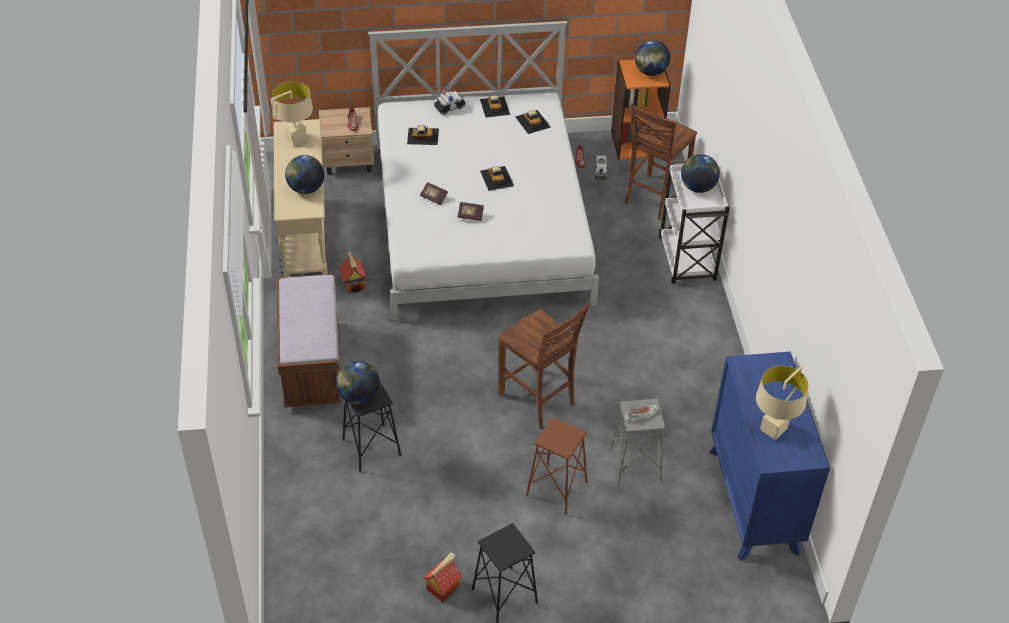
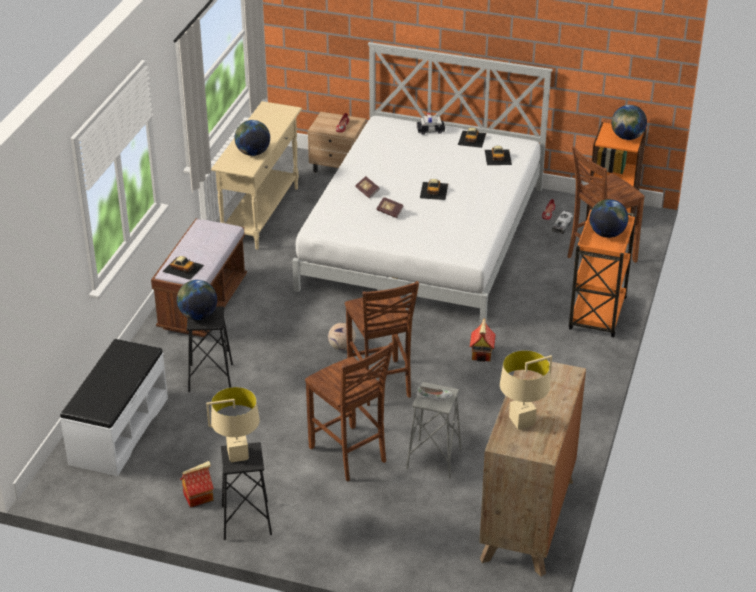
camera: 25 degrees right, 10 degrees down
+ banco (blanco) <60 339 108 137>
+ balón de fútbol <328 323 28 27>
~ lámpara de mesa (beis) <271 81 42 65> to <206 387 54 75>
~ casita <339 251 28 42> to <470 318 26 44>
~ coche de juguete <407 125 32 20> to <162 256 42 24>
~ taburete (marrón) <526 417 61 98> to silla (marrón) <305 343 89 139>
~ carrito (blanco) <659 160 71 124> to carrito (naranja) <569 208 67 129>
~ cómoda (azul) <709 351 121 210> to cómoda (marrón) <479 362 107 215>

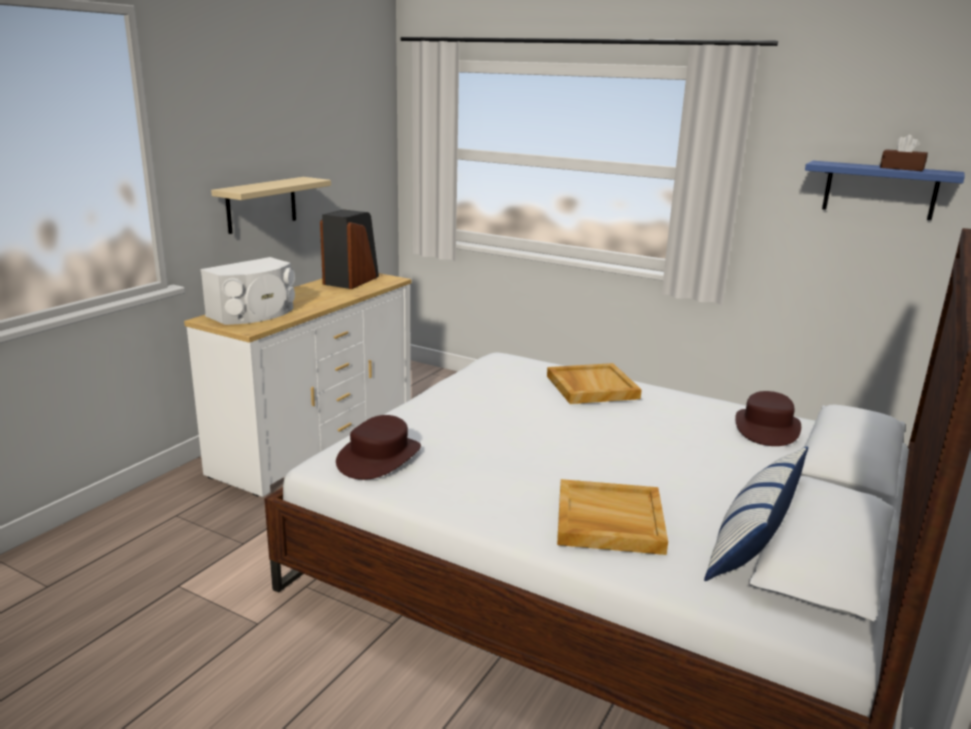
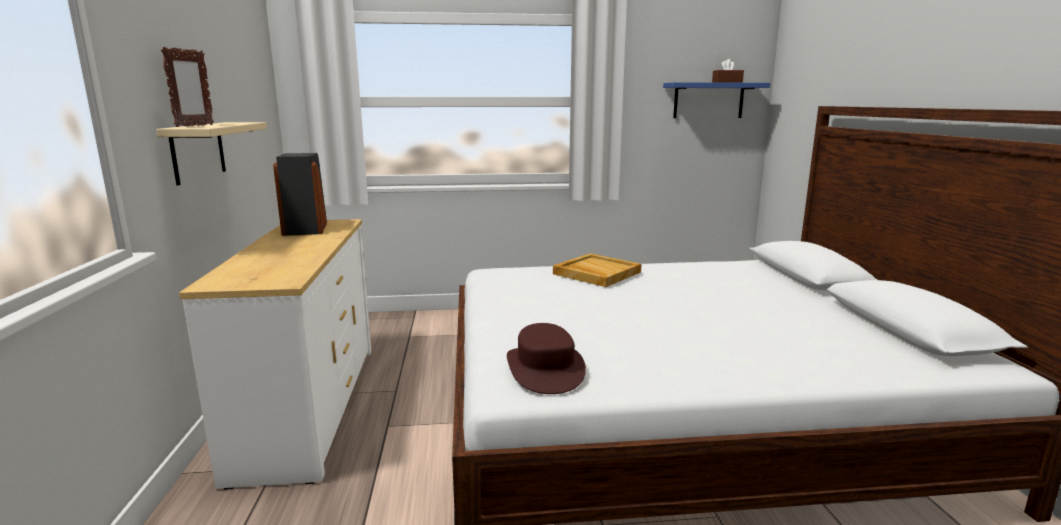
camera: 35 degrees left, 5 degrees down
- altavoz (blanco) <201 257 94 68>
- bandeja (beis) <557 479 111 76>
- cojín <704 446 104 135>
- sombrero (marrón) <735 391 66 55>
+ portarretratos <161 47 53 80>

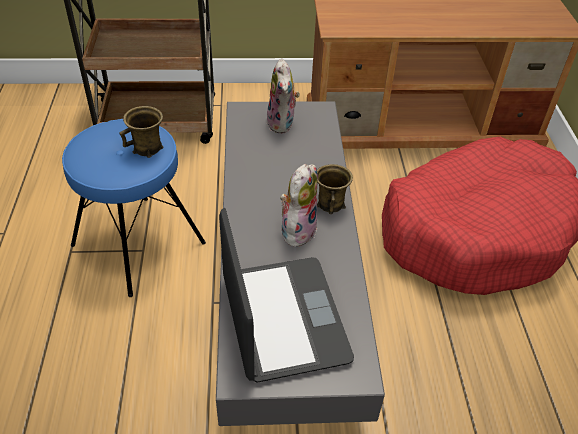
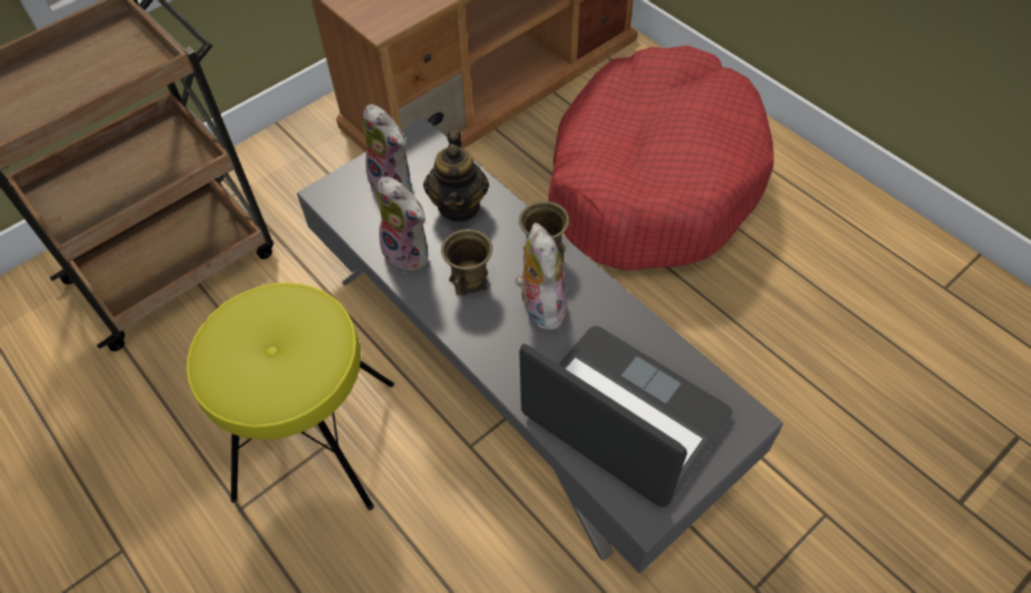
camera: 35 degrees left, 10 degrees up
+ peluche <377 177 52 97>
+ tetera <423 130 66 92>
~ taza grande (marrón) <120 106 43 52> to <441 229 52 67>
~ taburete (azul) <62 119 144 178> to taburete (amarillo) <186 283 208 227>

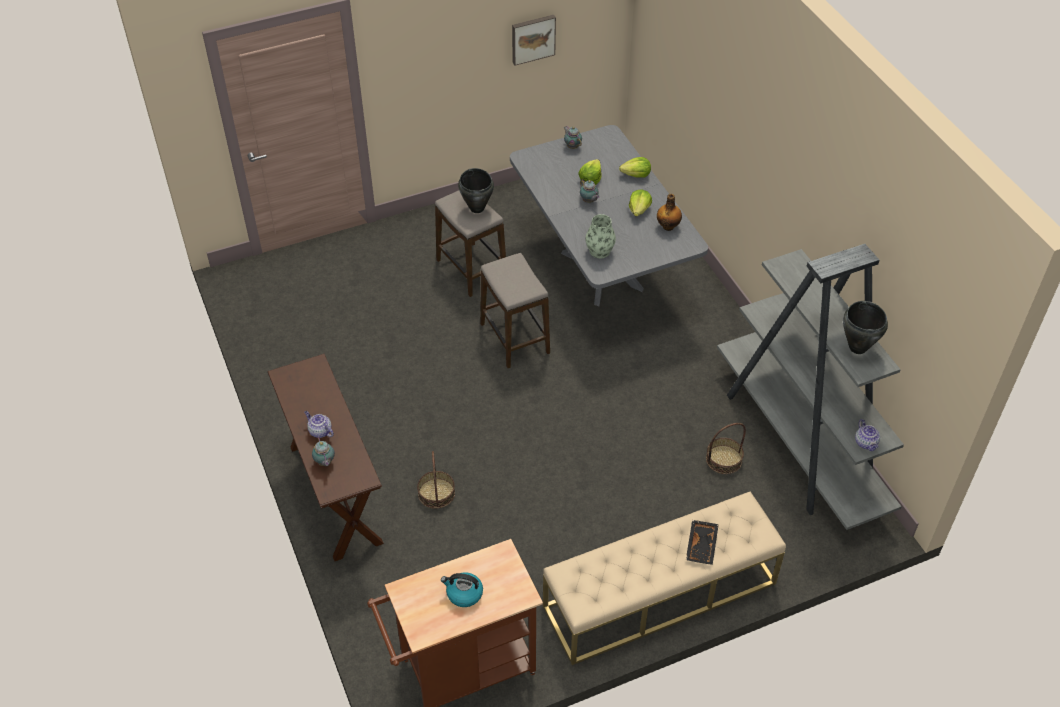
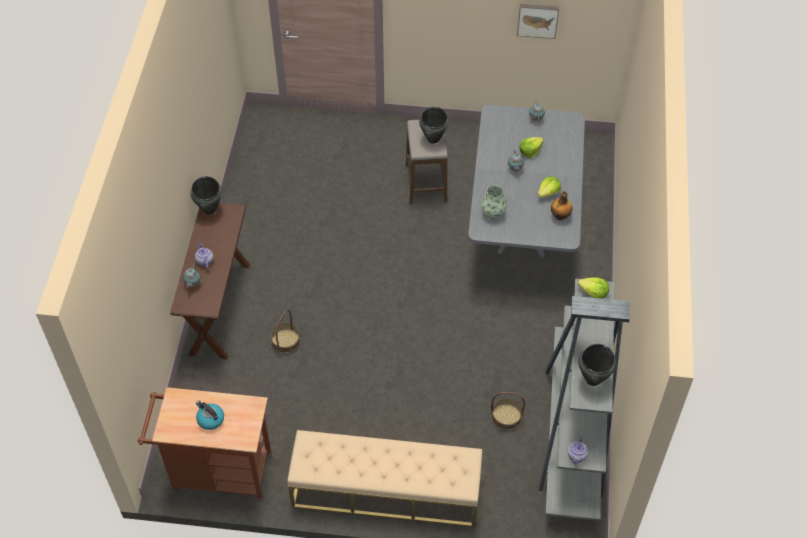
camera: 30 degrees right, 5 degrees up
- taburete <480 253 70 115>
- bandeja (negro) <686 520 33 45>
+ olla (negro) <190 176 32 38>
~ lechuga <619 157 32 21> to <578 277 31 22>

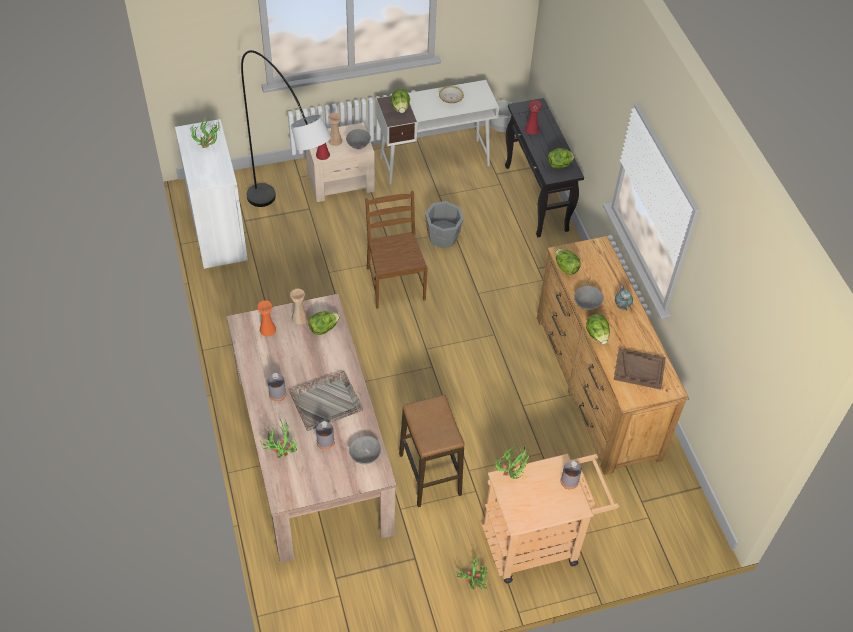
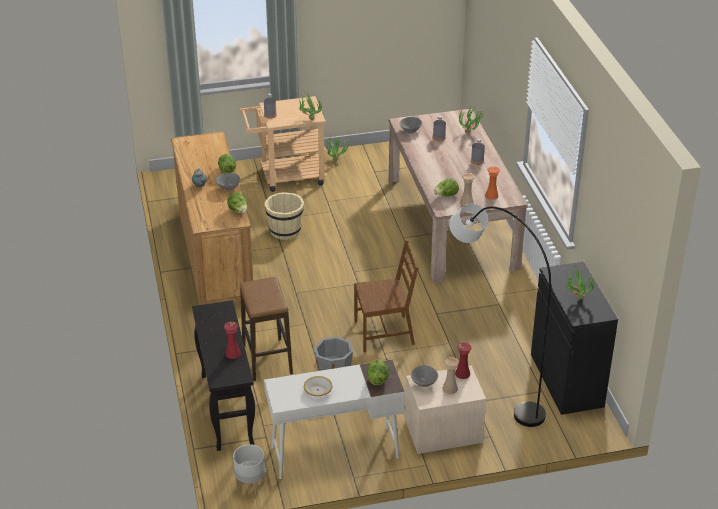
camera: 175 degrees left, 15 degrees down
- bandeja (gris) <290 371 73 60>
- lechuga <548 148 26 20>
- bandeja (marrón) <614 348 52 42>
+ cubo (beis) <264 192 40 48>
~ taburete <399 395 66 112> to <240 277 53 104>
~ armario (blanco) <175 119 73 150> to armario (negro) <531 262 87 153>
~ silla (marrón) <365 191 63 118> = <354 240 65 112> 90 degrees counterclockwise

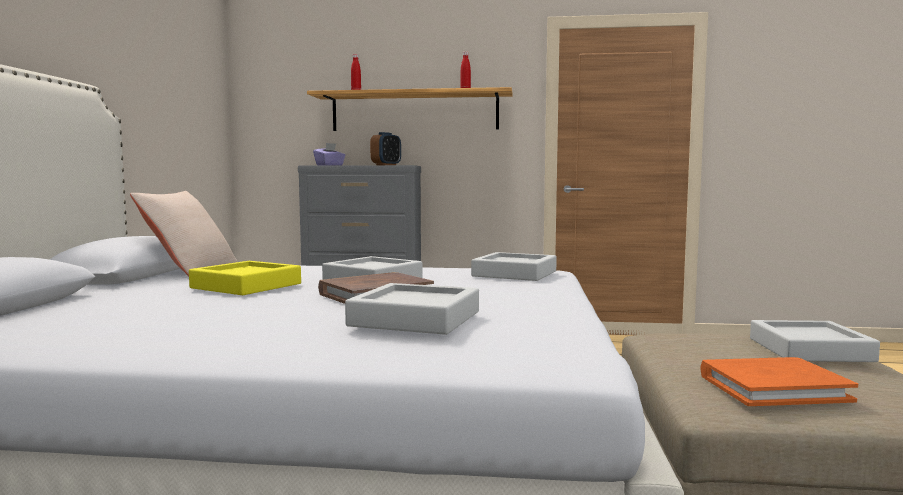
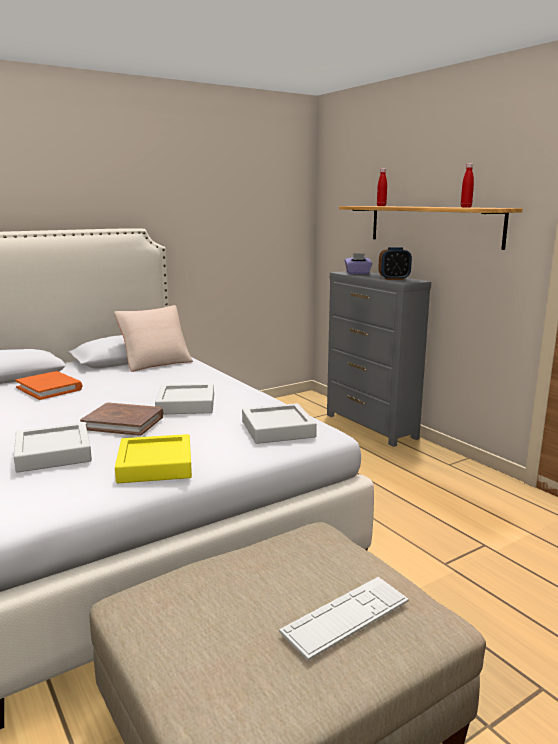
camera: 50 degrees right, 10 degrees up
~ bandeja (amarillo) <189 261 112 34> to <115 434 77 49>
~ libro (naranja) <700 357 158 49> to <15 371 68 29>
~ bandeja (gris) <750 320 130 42> to teclado <279 577 130 84>

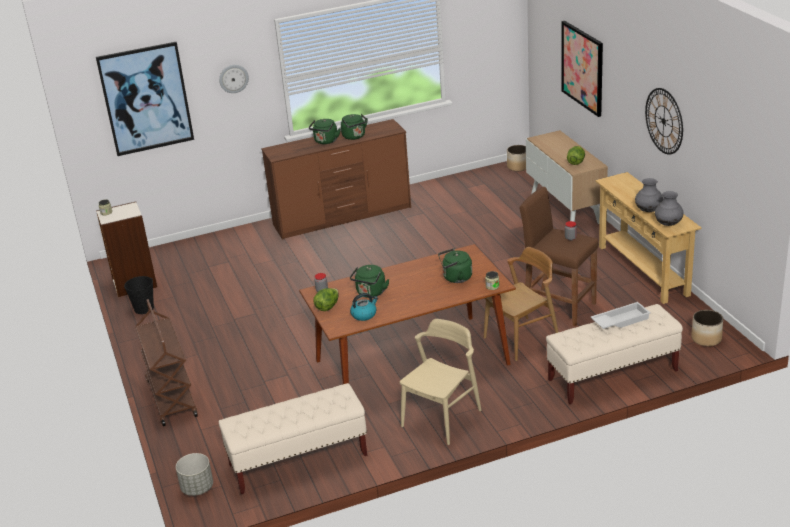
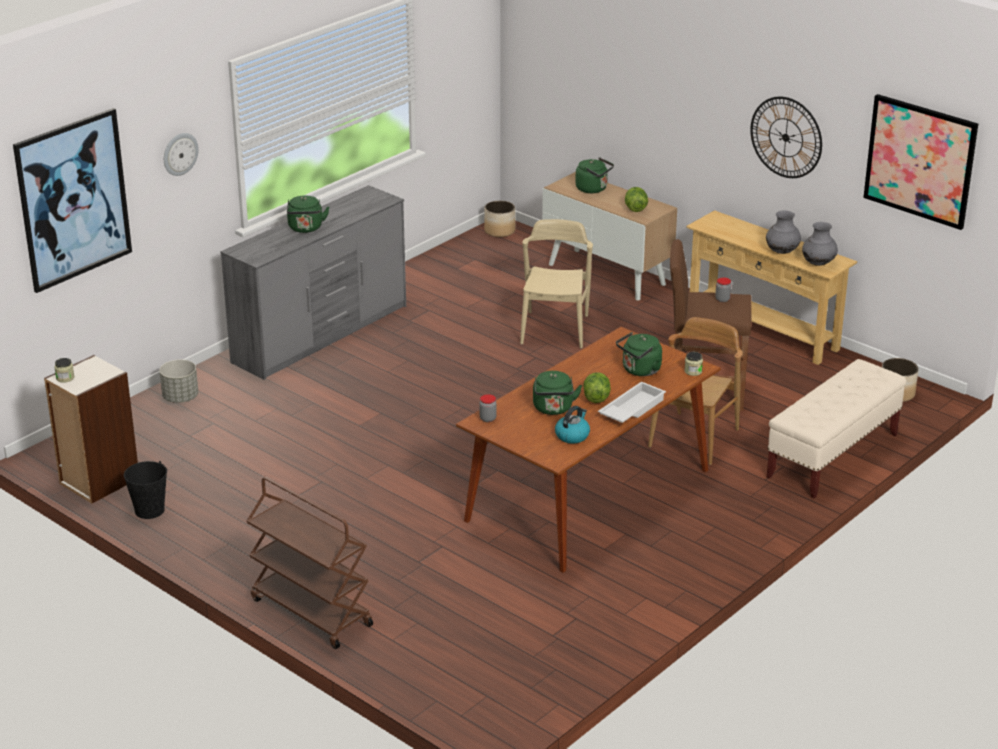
camera: 30 degrees left, 0 degrees up
- banco (beis) <219 383 148 111>
~ maceta (gris) <176 453 37 43> to <159 360 39 43>
~ lechuga <314 288 25 23> to <583 372 28 31>
~ hervidor (verde) <341 114 27 26> to <575 157 39 36>
~ silla (beis) <400 319 82 126> to <520 219 73 129>
~ cuadro <561 21 42 96> to <863 94 115 136>
~ bandeja (blanco) <591 302 60 27> to <598 381 68 42>
~ cómoda (marrón) <261 119 150 121> to cómoda (gris) <220 185 186 195>

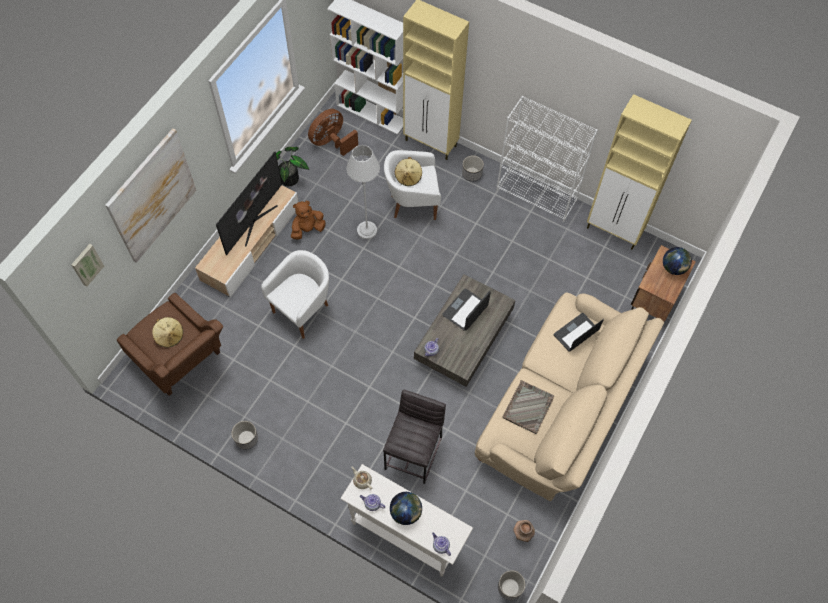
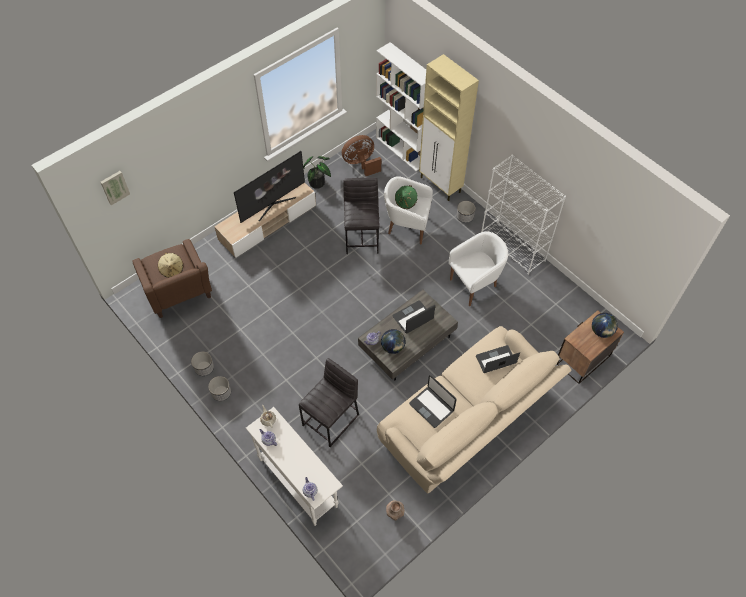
camera: 20 degrees right, 5 degrees down
- cuadro <105 128 92 135>
- peluche (marrón) <291 201 35 39>
- armario (beis) <587 94 105 156>
~ sillón (blanco) <261 250 68 89> to <449 231 59 75>
~ globo terráqueo <390 492 32 33> to <381 329 25 25>
~ maceta <498 570 27 30> to <208 376 23 25>
~ lámpara de pie (gris) <346 145 34 94> to taburete (gris) <344 178 36 76>
~ bandeja (gris) <503 380 51 54> to portátil <409 375 48 53>
~ sombrero (beis) <395 157 27 29> to sombrero (verde) <395 185 23 24>

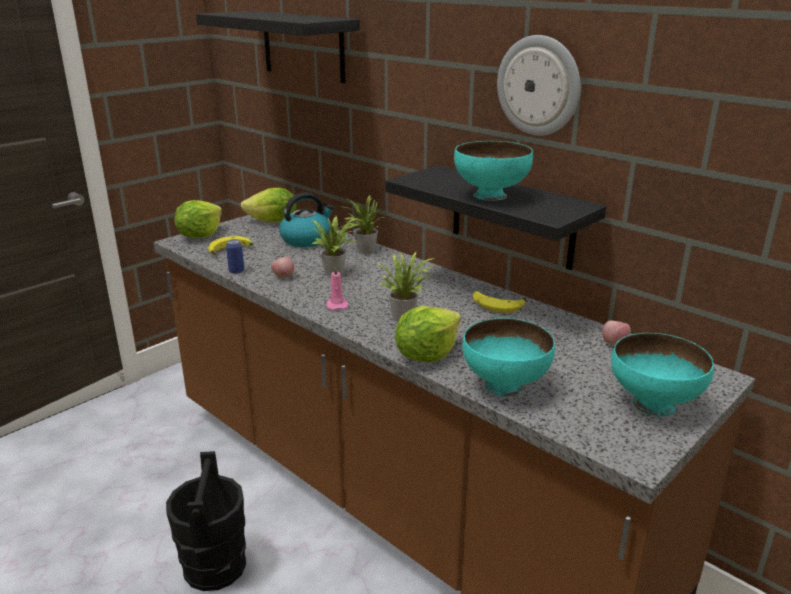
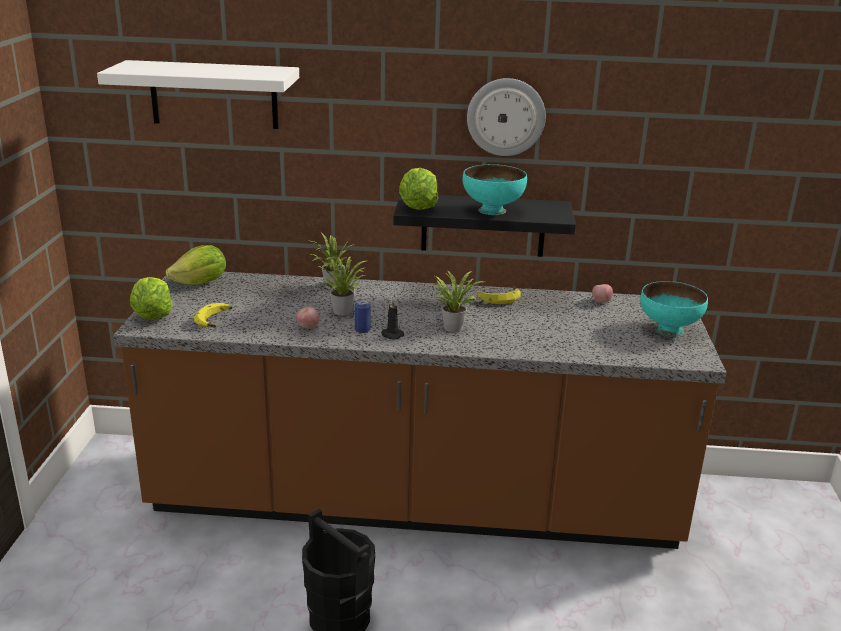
camera: 40 degrees left, 0 degrees up
- hervidor <279 193 55 54>
- cuenco (turquesa) <462 318 93 79>
~ lata <226 239 18 35> to <355 299 15 34>
~ lechuga <395 306 66 56> to <399 168 39 42>
~ estante (negro) <196 11 164 72> to estante (blanco) <97 60 202 69>
~ vela (rosa) <326 265 23 45> to vela (negro) <381 299 23 41>

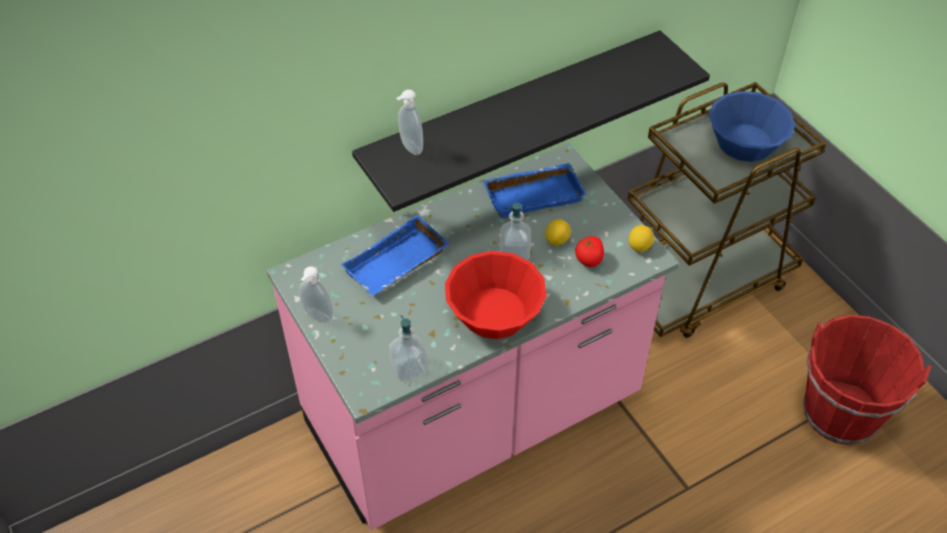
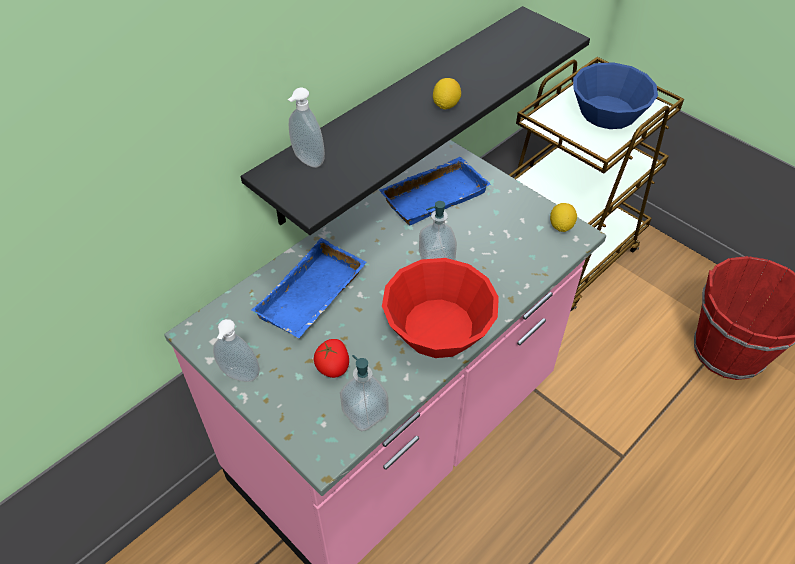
camera: 15 degrees left, 0 degrees up
~ limón <545 219 26 27> to <433 78 28 32>
~ tomate <575 236 29 31> to <314 339 35 39>

